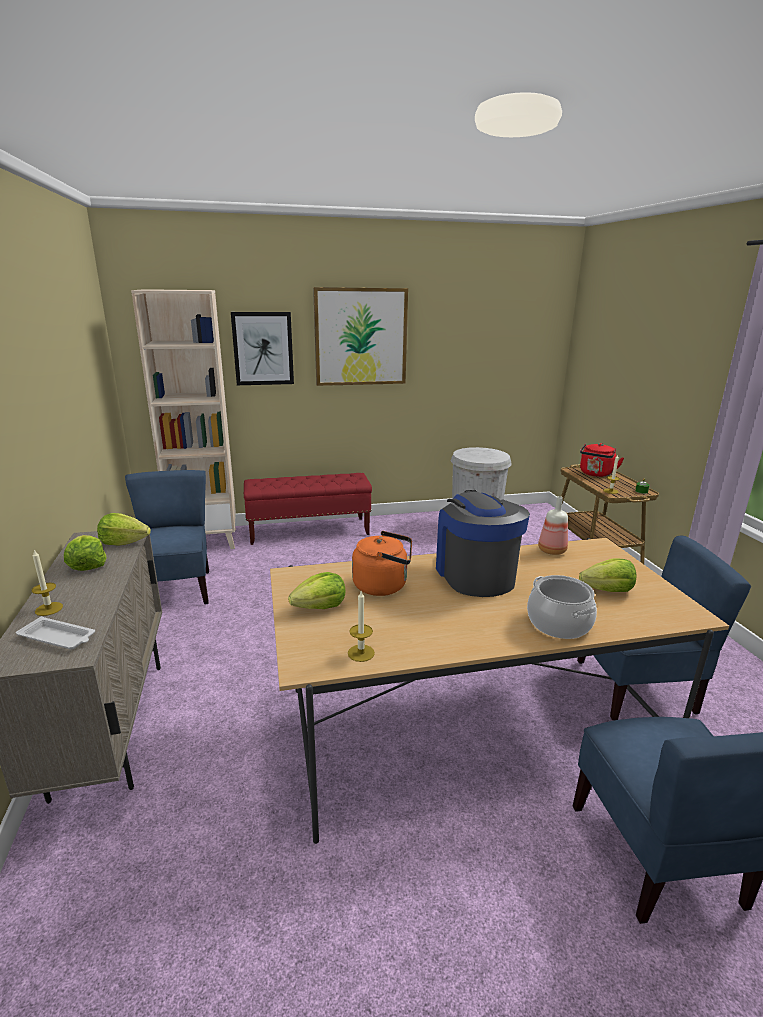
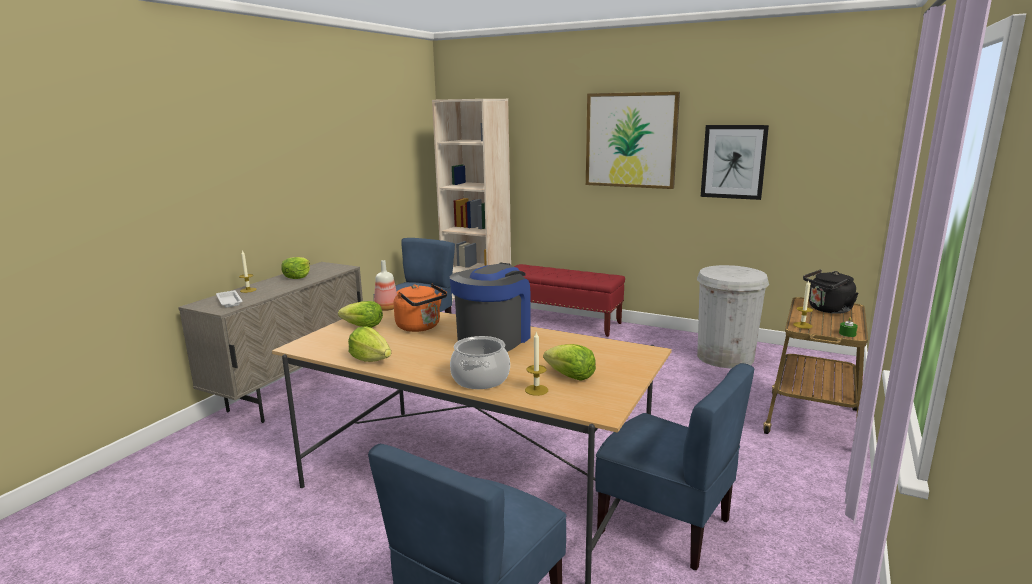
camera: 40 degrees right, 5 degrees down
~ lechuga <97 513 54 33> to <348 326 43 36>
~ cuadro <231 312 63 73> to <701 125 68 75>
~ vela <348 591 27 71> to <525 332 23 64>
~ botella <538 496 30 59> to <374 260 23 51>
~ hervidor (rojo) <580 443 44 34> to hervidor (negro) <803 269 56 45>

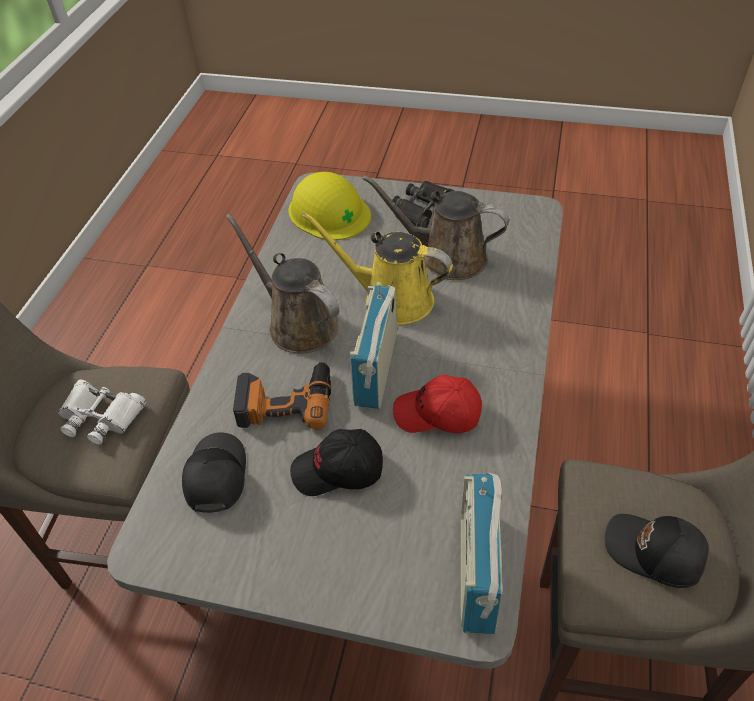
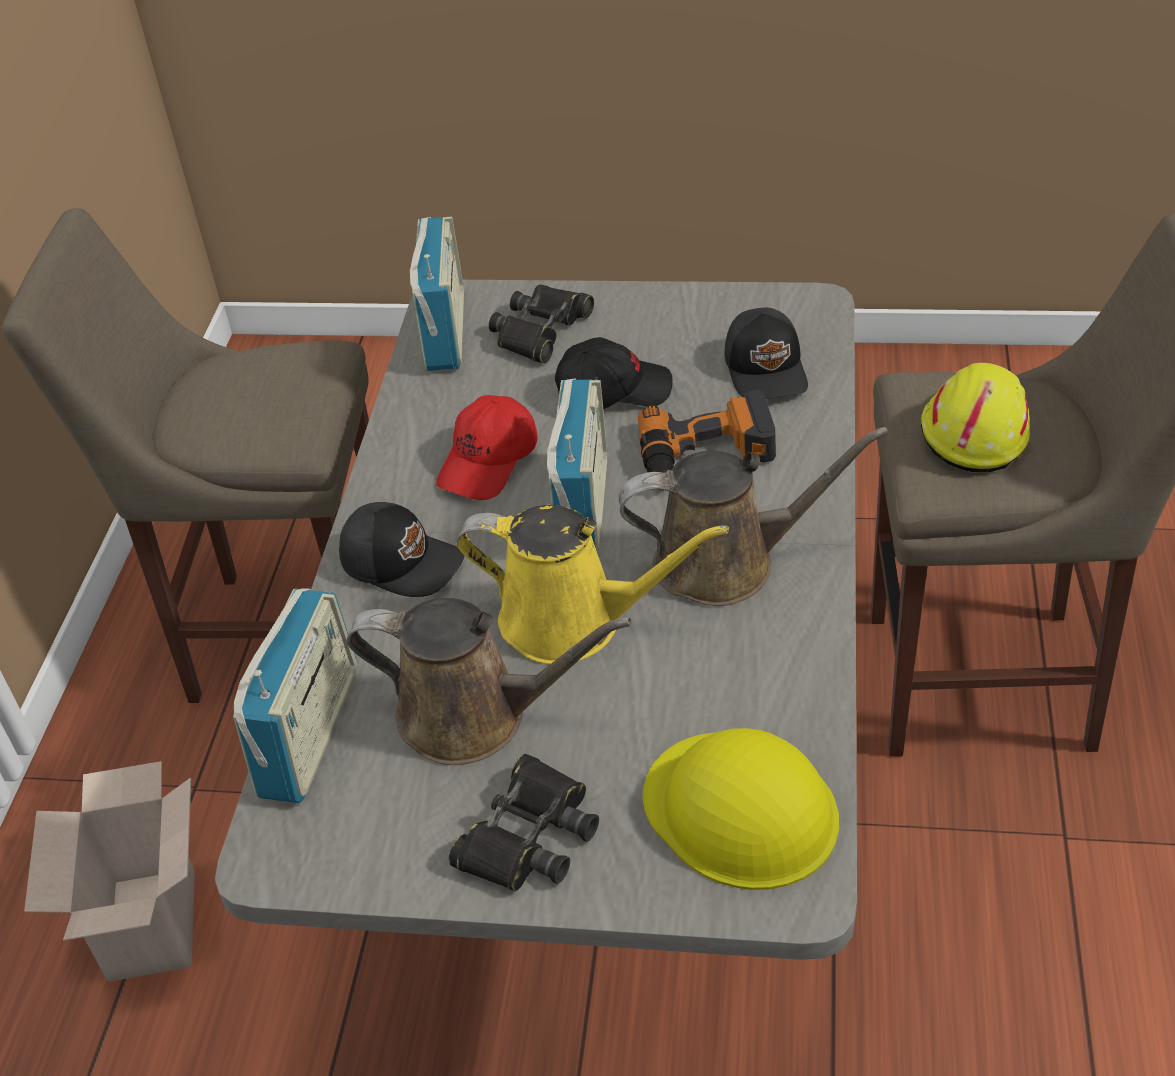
camera: 175 degrees right, 5 degrees down
+ caja de cartón <24 761 171 221>
+ radio <233 588 124 215>
+ prismáticos (negro) <489 285 105 78>
~ gorra (negro) <605 514 104 74> to <339 502 126 95>
~ prismáticos (blanco) <58 379 88 66> to casco (amarillo) <921 363 109 110>
~ regadera (marrón) <226 214 113 140> = <619 427 270 179> 45 degrees counterclockwise
~ gorra (rojo) <393 375 89 58> = <436 395 102 105> 120 degrees clockwise

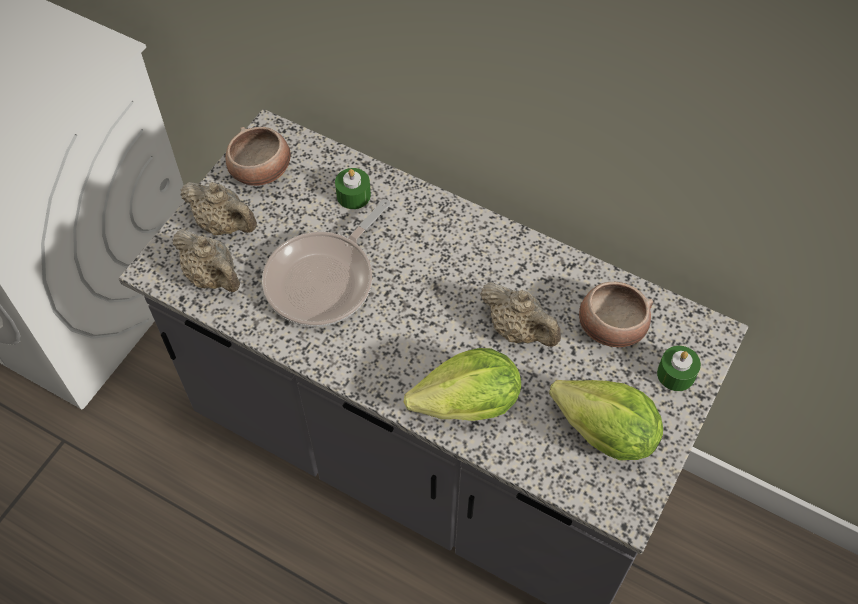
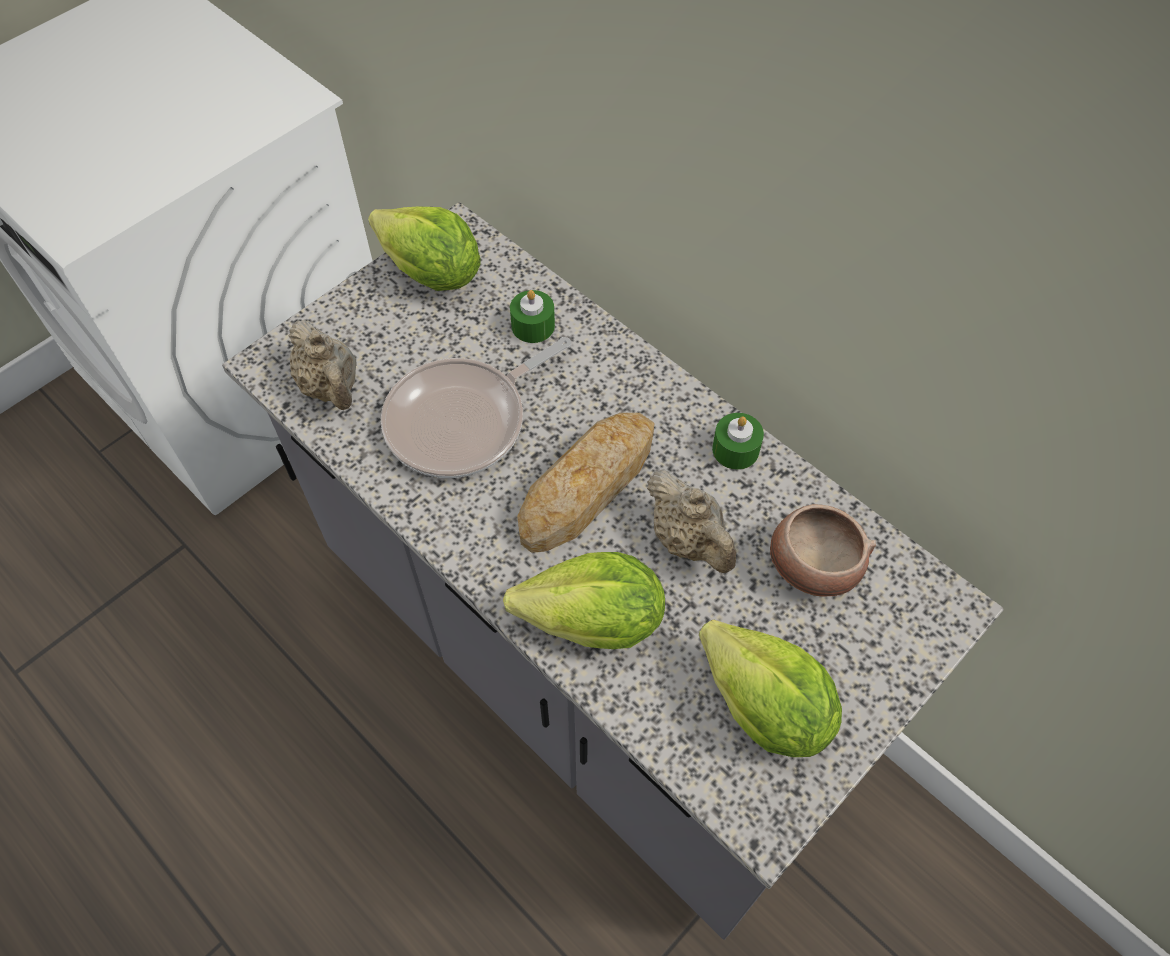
camera: 15 degrees right, 0 degrees up
- tetera (beis) <180 182 77 53>
+ pan <517 413 138 140>
~ vela (verde) <657 346 44 45> to <712 413 52 57>
~ cuenco <226 127 64 59> to lechuga <368 207 113 84>

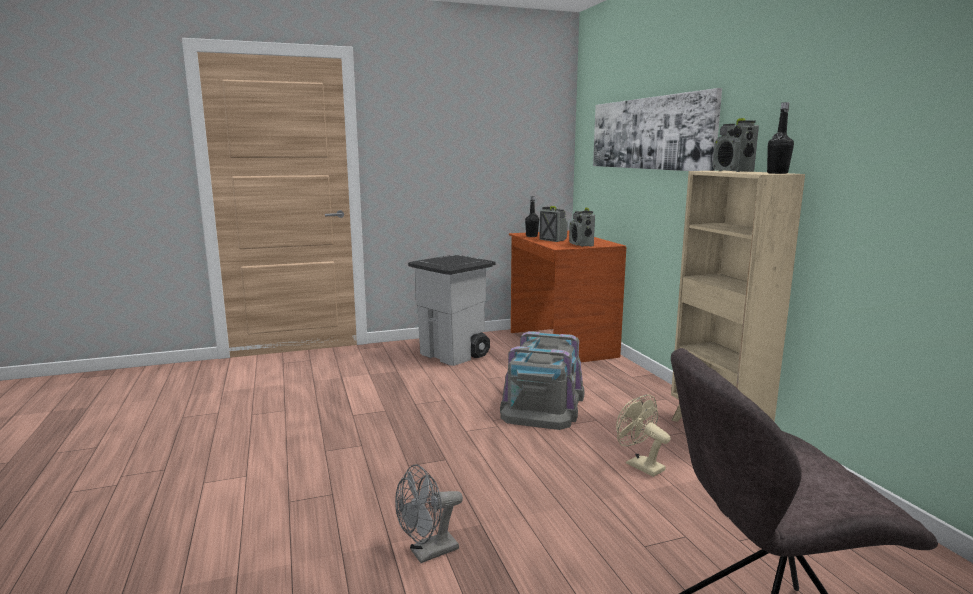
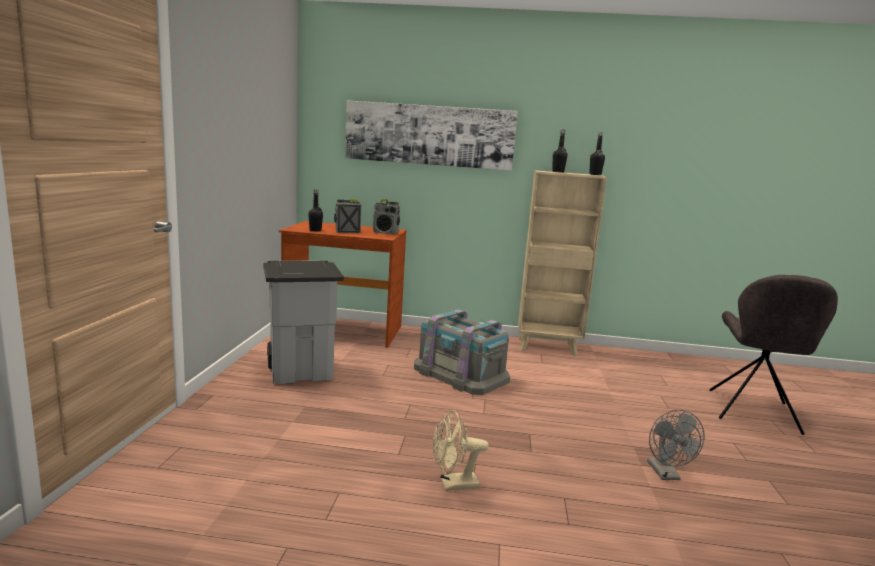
camera: 65 degrees left, 0 degrees up
~ ventilador (beis) <616 394 54 83> to <433 410 56 81>
~ radio <712 118 47 54> to botella (negro) <552 129 15 44>

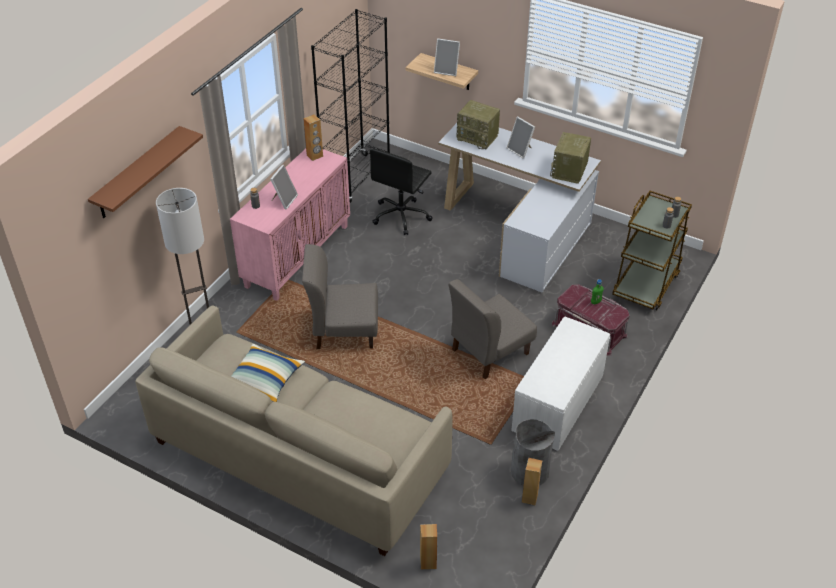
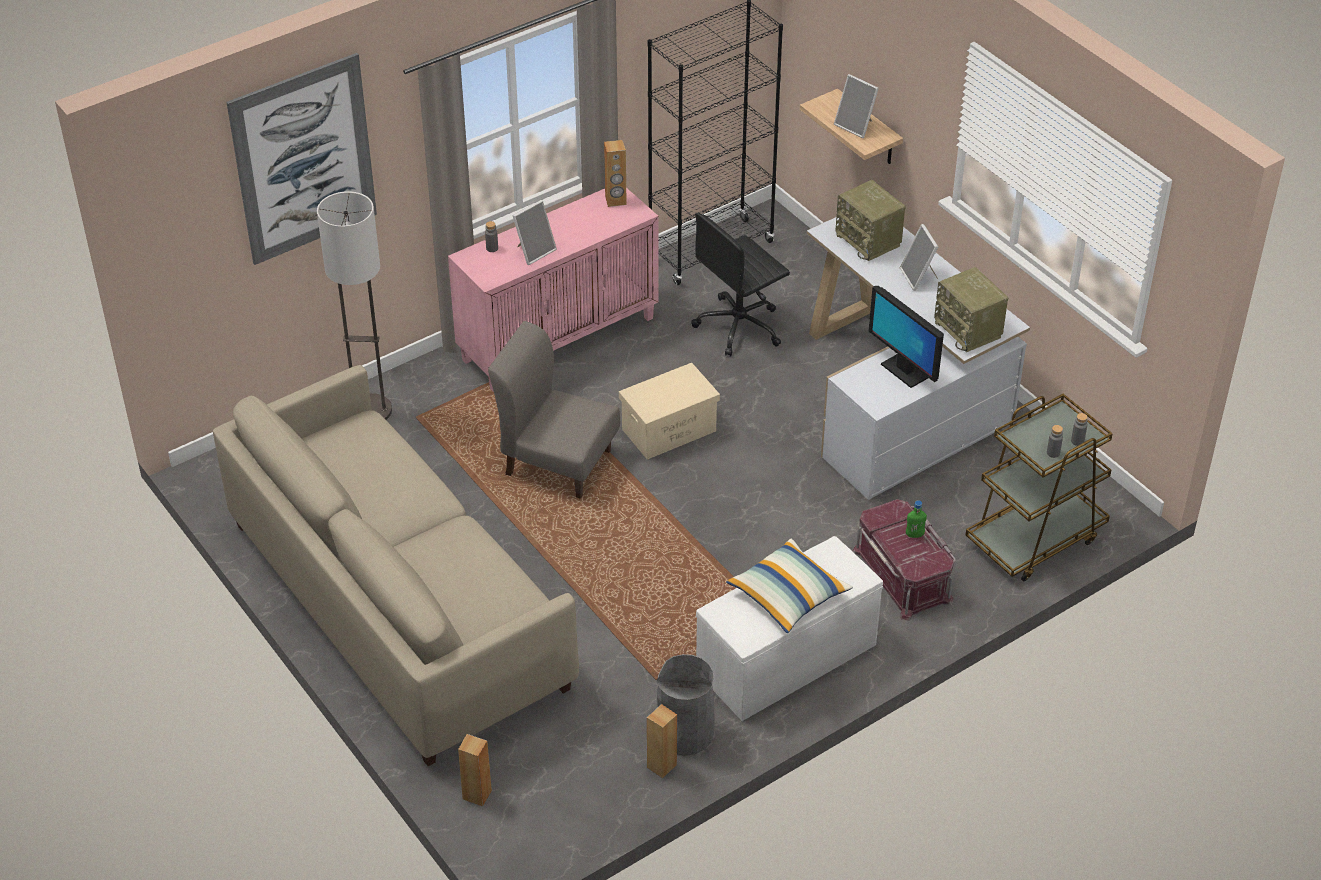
camera: 25 degrees right, 0 degrees up
- silla (gris) <448 279 89 100>
+ caja de almacenaje (beis) <619 363 101 96>
+ monitor <869 286 75 102>
~ cojín <231 344 74 58> to <726 539 127 94>
~ estante (marrón) <88 126 115 92> to cuadro <227 53 150 212>
~ radio <550 132 41 52> = <934 267 74 85> 75 degrees counterclockwise

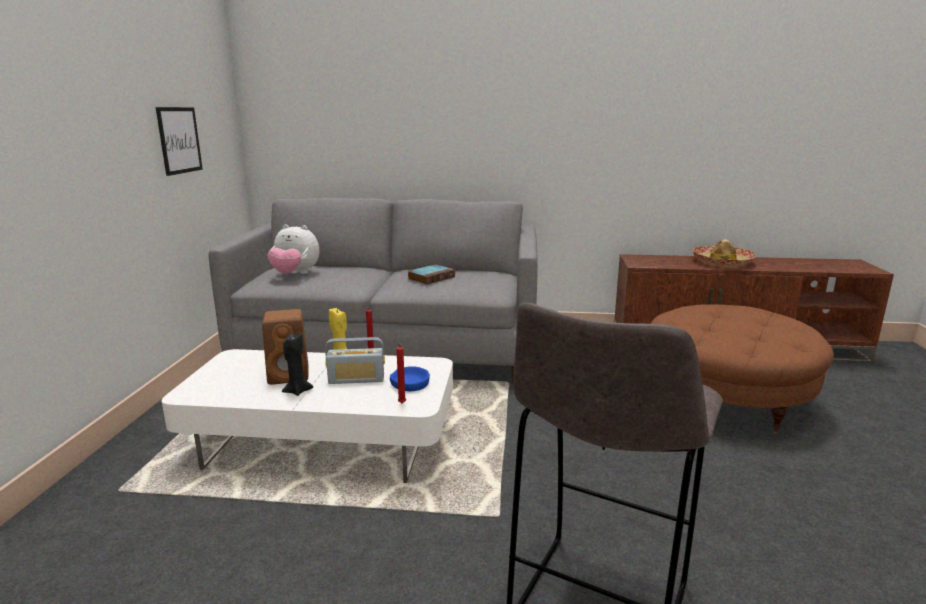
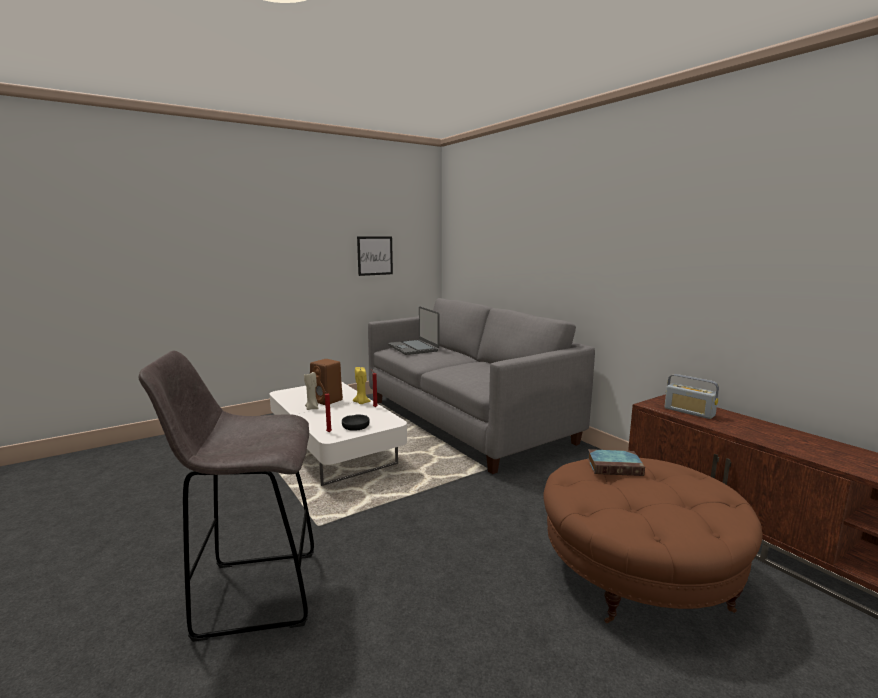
camera: 50 degrees right, 5 degrees down
- sombrero <692 239 64 27>
~ radio <325 337 60 47> to <664 374 55 45>
~ libro <408 264 47 21> to <587 449 58 27>
~ peluche <267 224 52 50> to portátil <388 306 52 49>
~ vela (negro) <282 333 31 63> to vela (beis) <304 372 14 38>
~ cuenco (azul) <390 366 40 25> to cuenco (negro) <342 414 28 17>

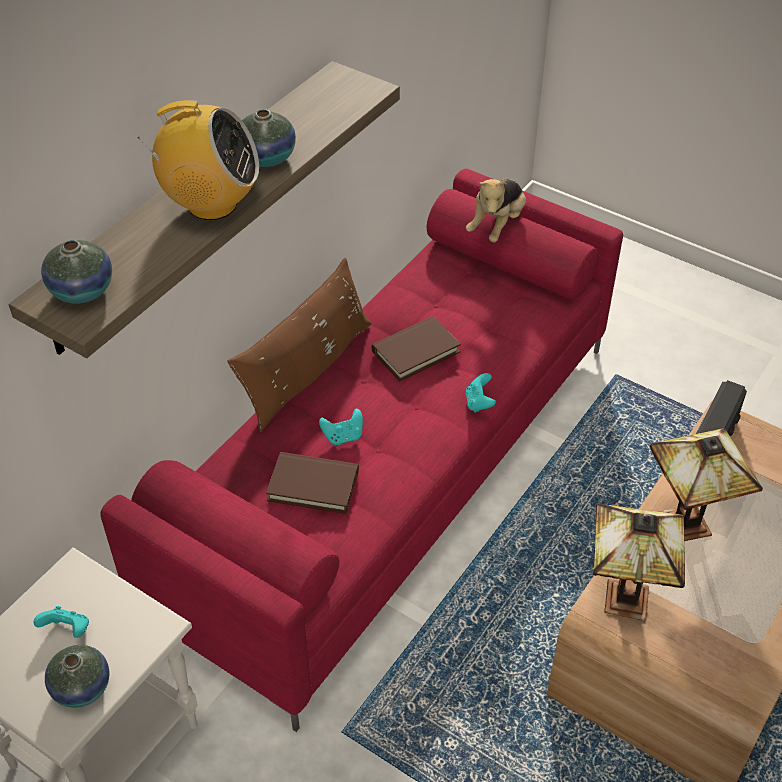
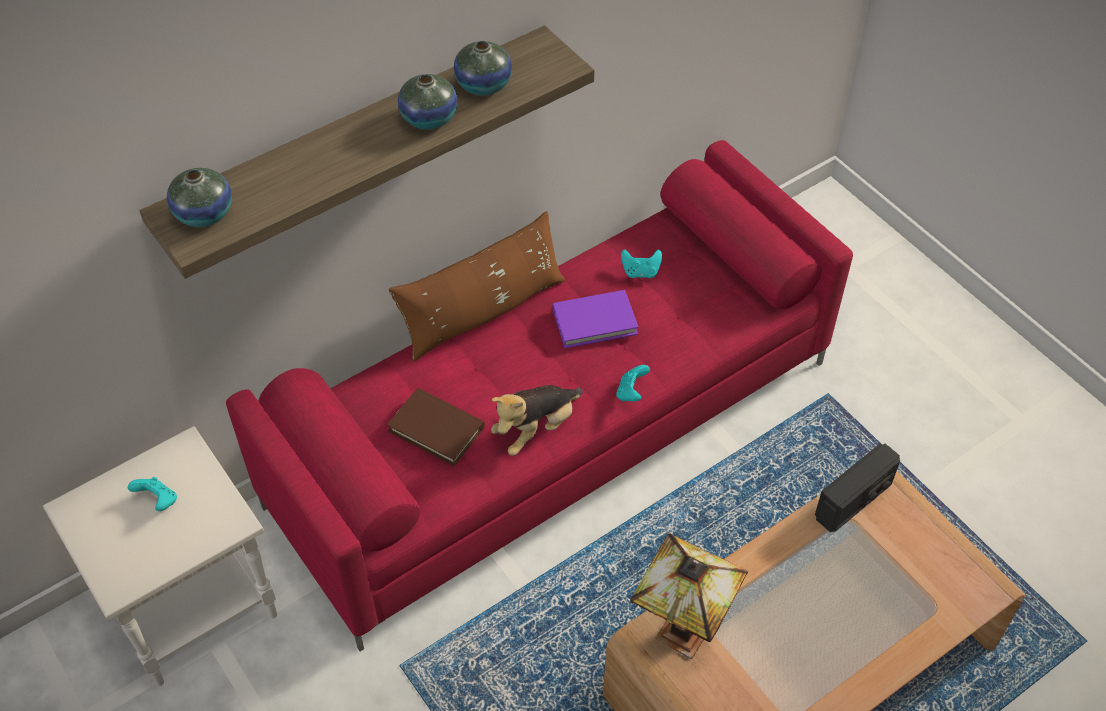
camera: 20 degrees right, 5 degrees up
- radio <137 100 122 120>
- lámpara de mesa <650 428 113 113>
~ florero <45 645 65 63> to <454 41 58 54>
~ mando de consola (turquesa) <319 409 44 36> to <621 249 41 29>
~ peluche <466 178 60 64> to <491 385 92 71>
~ libro (marrón) <372 316 89 65> to libro (morado) <552 290 87 58>

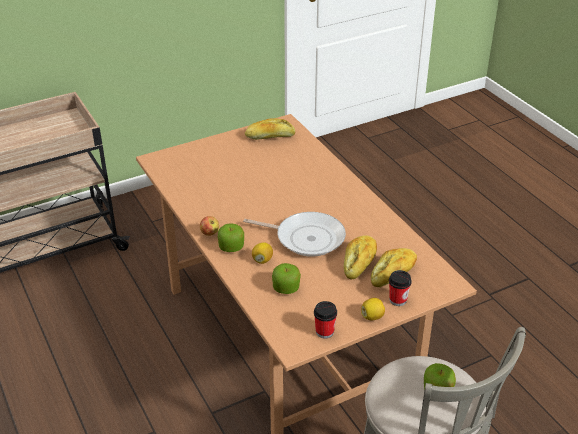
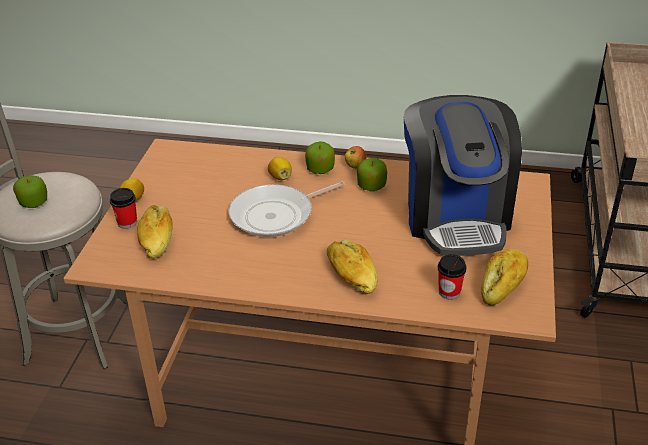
camera: 130 degrees right, 0 degrees up
+ cafetera <404 95 118 161>
~ manzana <272 263 29 31> to <357 158 30 33>
~ taza <314 301 23 38> to <438 254 28 46>
~ pan <344 235 33 44> to <327 240 51 54>

